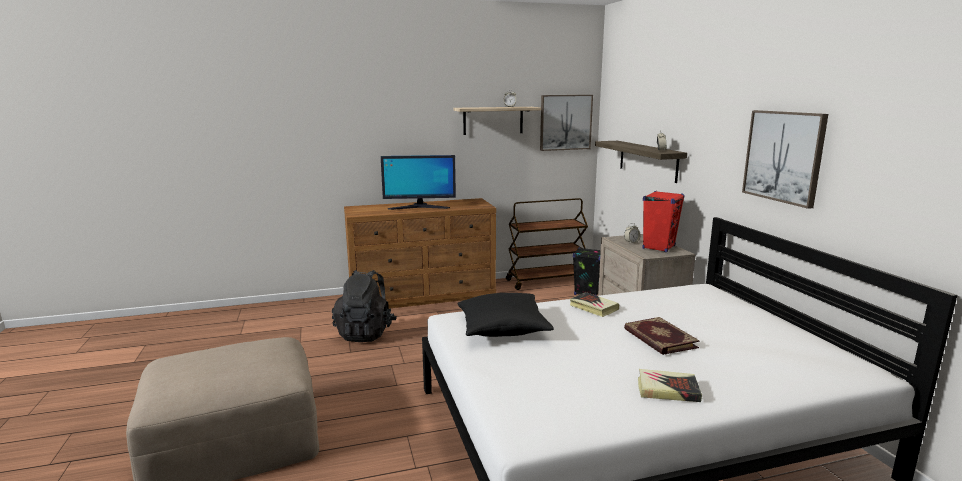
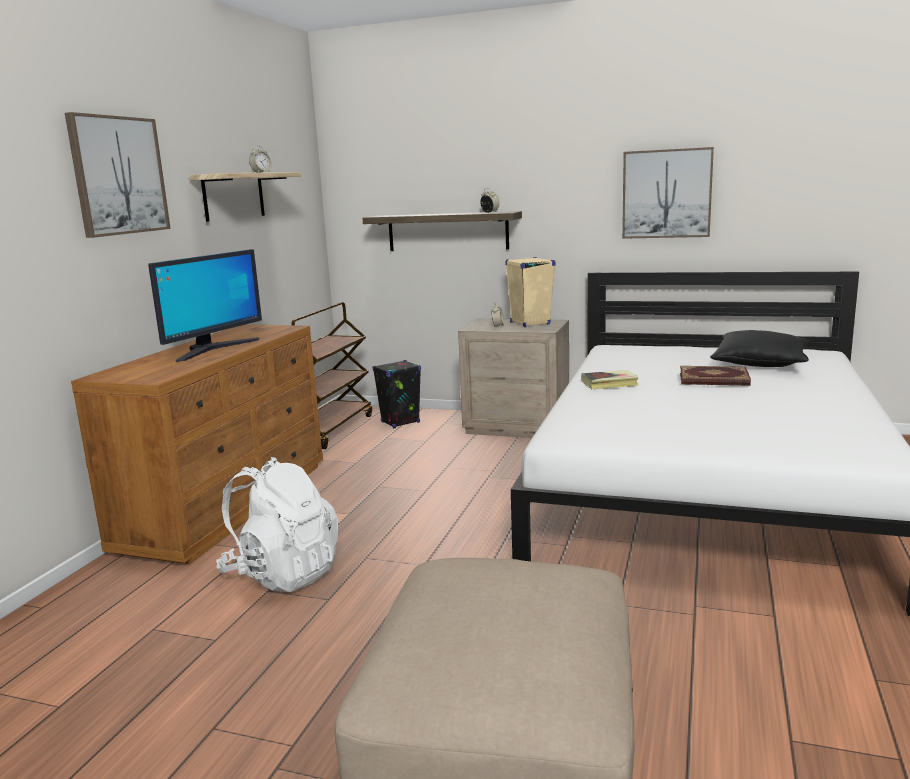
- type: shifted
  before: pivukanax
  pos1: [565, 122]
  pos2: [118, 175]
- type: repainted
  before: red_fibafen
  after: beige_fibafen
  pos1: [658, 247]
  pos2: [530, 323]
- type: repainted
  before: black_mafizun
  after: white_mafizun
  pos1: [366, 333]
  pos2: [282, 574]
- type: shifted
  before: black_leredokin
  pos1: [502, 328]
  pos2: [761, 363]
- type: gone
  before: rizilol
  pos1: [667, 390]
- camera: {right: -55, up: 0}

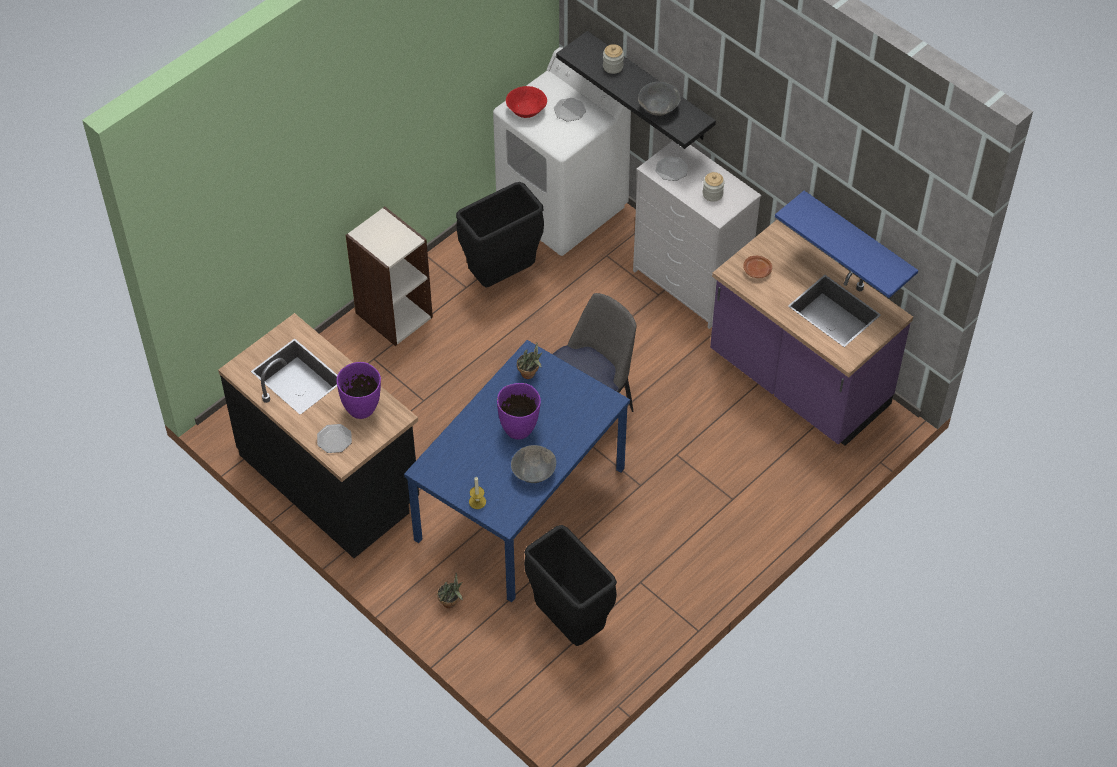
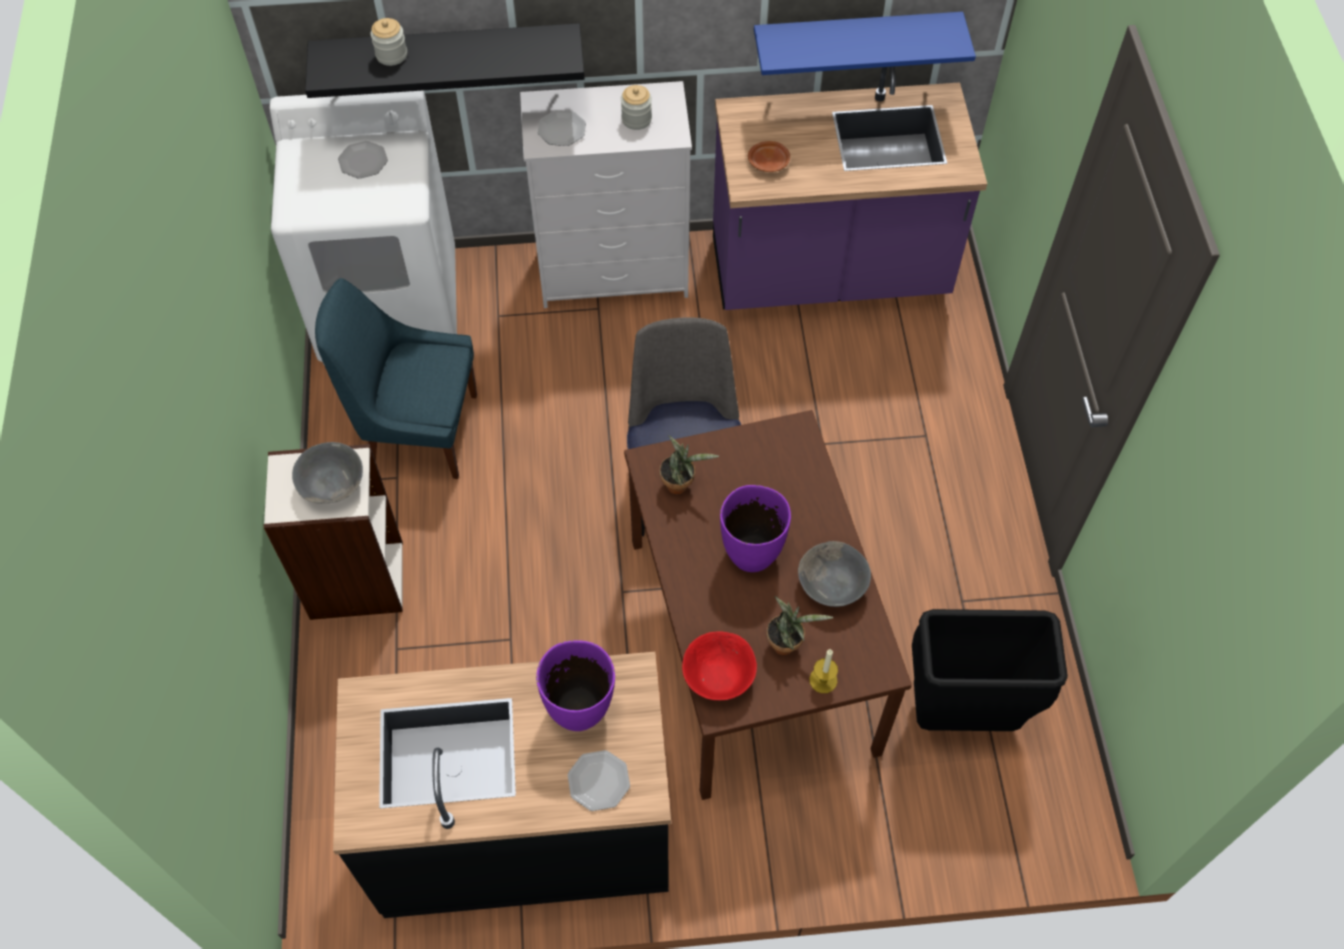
- type: shifted
  before: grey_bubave
  pos1: [658, 107]
  pos2: [331, 484]
- type: shifted
  before: red_bubave
  pos1: [526, 110]
  pos2: [719, 676]
- type: swapped
  before: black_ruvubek
  after: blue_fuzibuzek
  pos1: [501, 275]
  pos2: [418, 431]
- type: repainted
  before: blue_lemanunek
  after: brown_lemanunek
  pos1: [520, 502]
  pos2: [749, 643]
- type: shifted
  before: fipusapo
  pos1: [451, 603]
  pos2: [787, 643]
- camera: {right: -50, up: 5}

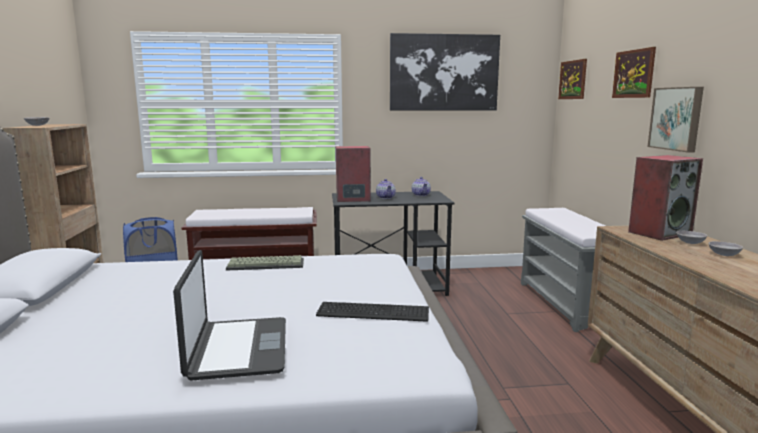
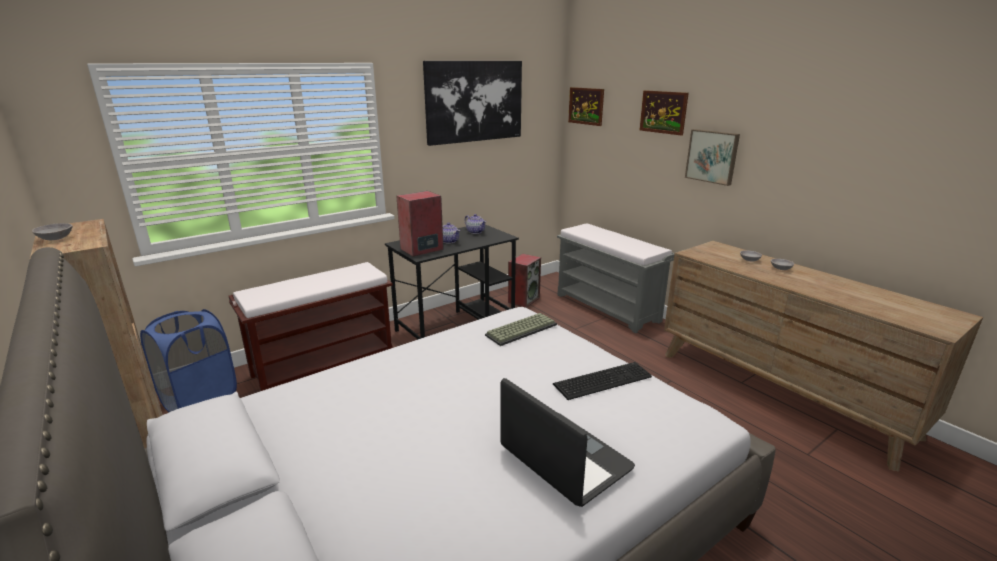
- type: shifted
  before: fibafen
  pos1: [659, 233]
  pos2: [523, 300]
- type: shifted
  before: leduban
  pos1: [267, 264]
  pos2: [521, 329]
- camera: {right: -30, up: 10}

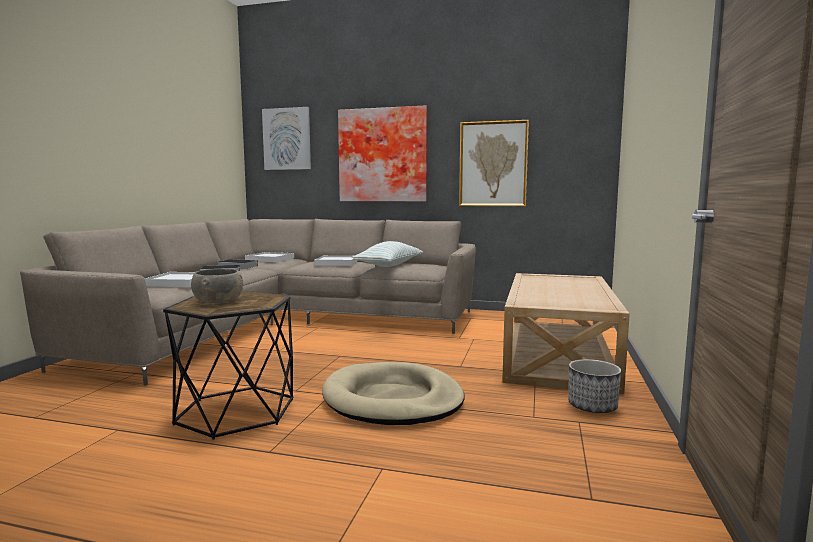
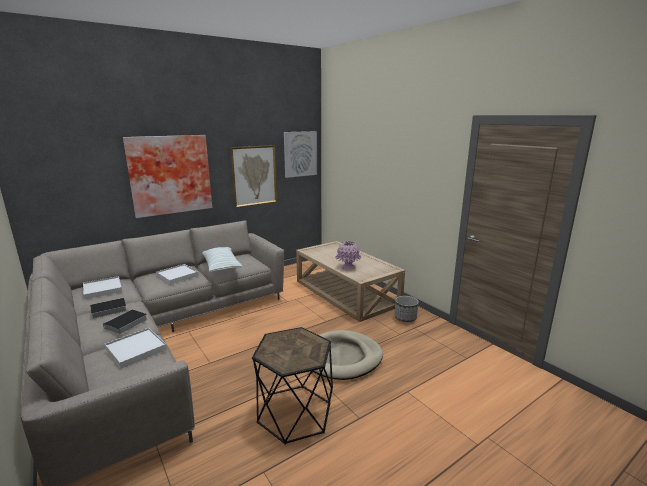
- type: shifted
  before: pivukanax
  pos1: [287, 139]
  pos2: [300, 154]
- type: gone
  before: grey_bubave
  pos1: [218, 301]
- type: new
  after: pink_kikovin
  pos2: [348, 267]
- camera: {right: -50, up: 10}

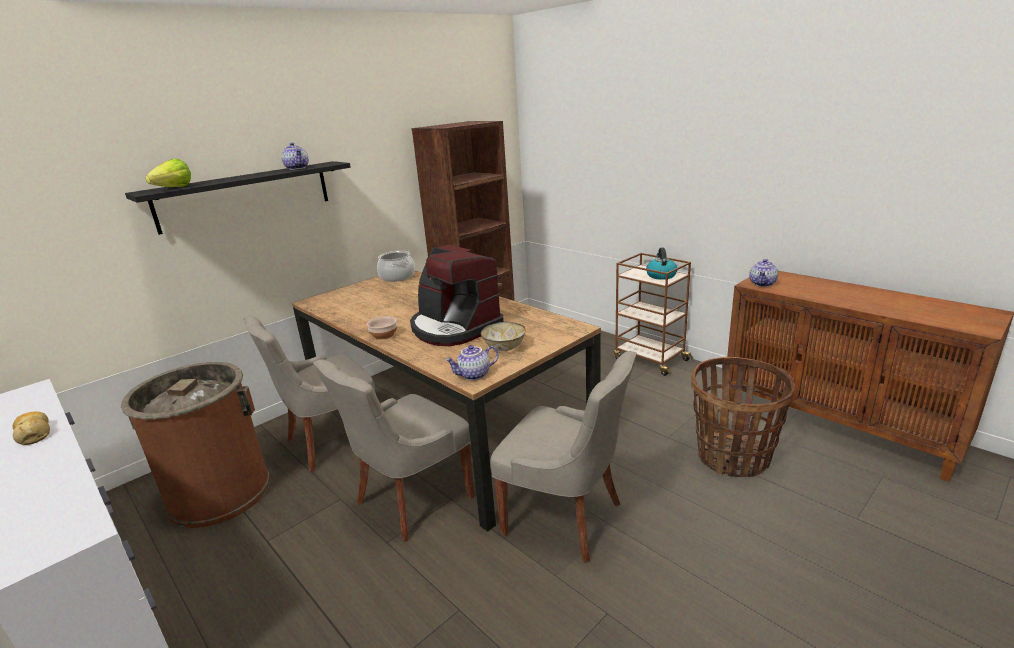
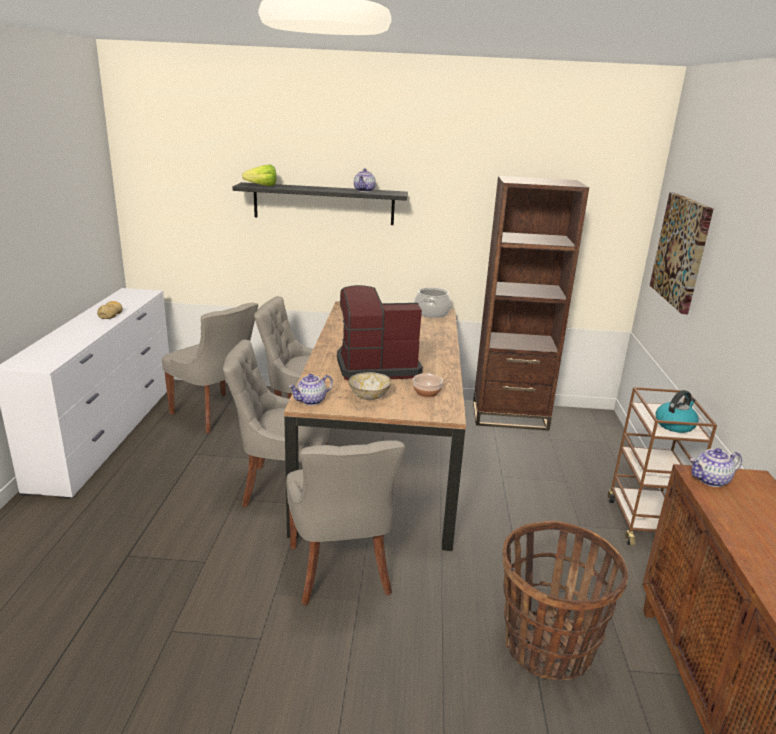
- type: rotated
  before: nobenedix
  pos1: [454, 328]
  pos2: [375, 366]
  turn: 75
- type: shifted
  before: bubave
  pos1: [384, 335]
  pos2: [426, 393]
- type: rotated
  before: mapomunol
  pos1: [474, 375]
  pos2: [311, 401]
  turn: -60
- type: swapped
  before: brown_ruvubek
  after: grey_fuzibuzek
  pos1: [220, 493]
  pos2: [216, 414]
- type: new
  after: pivukanax
  pos2: [681, 251]
- camera: {right: 45, up: 0}

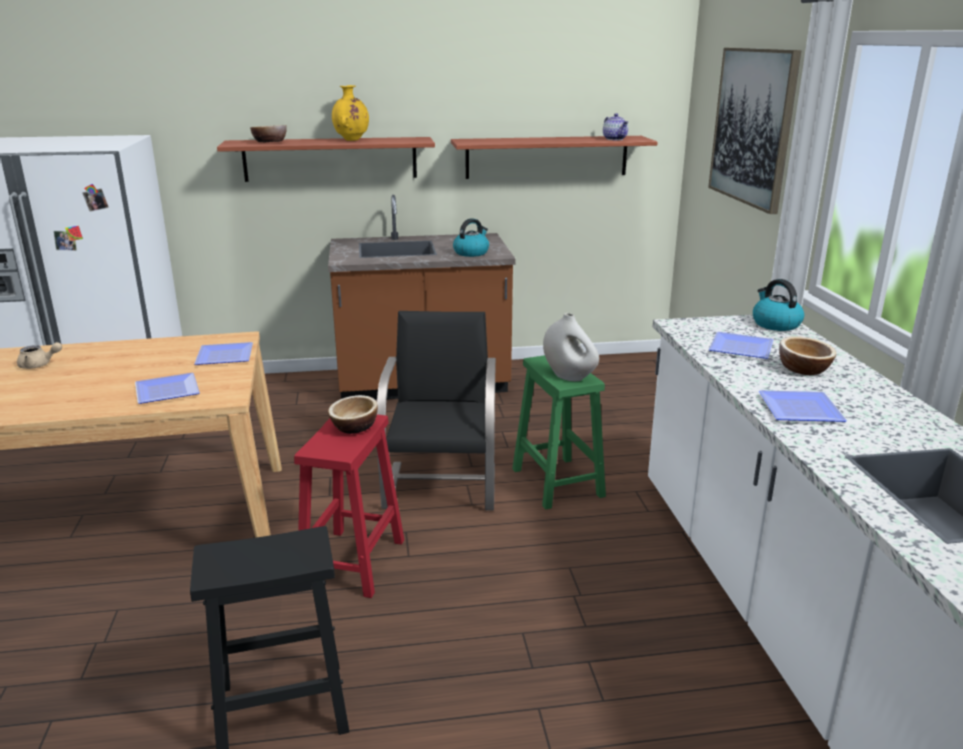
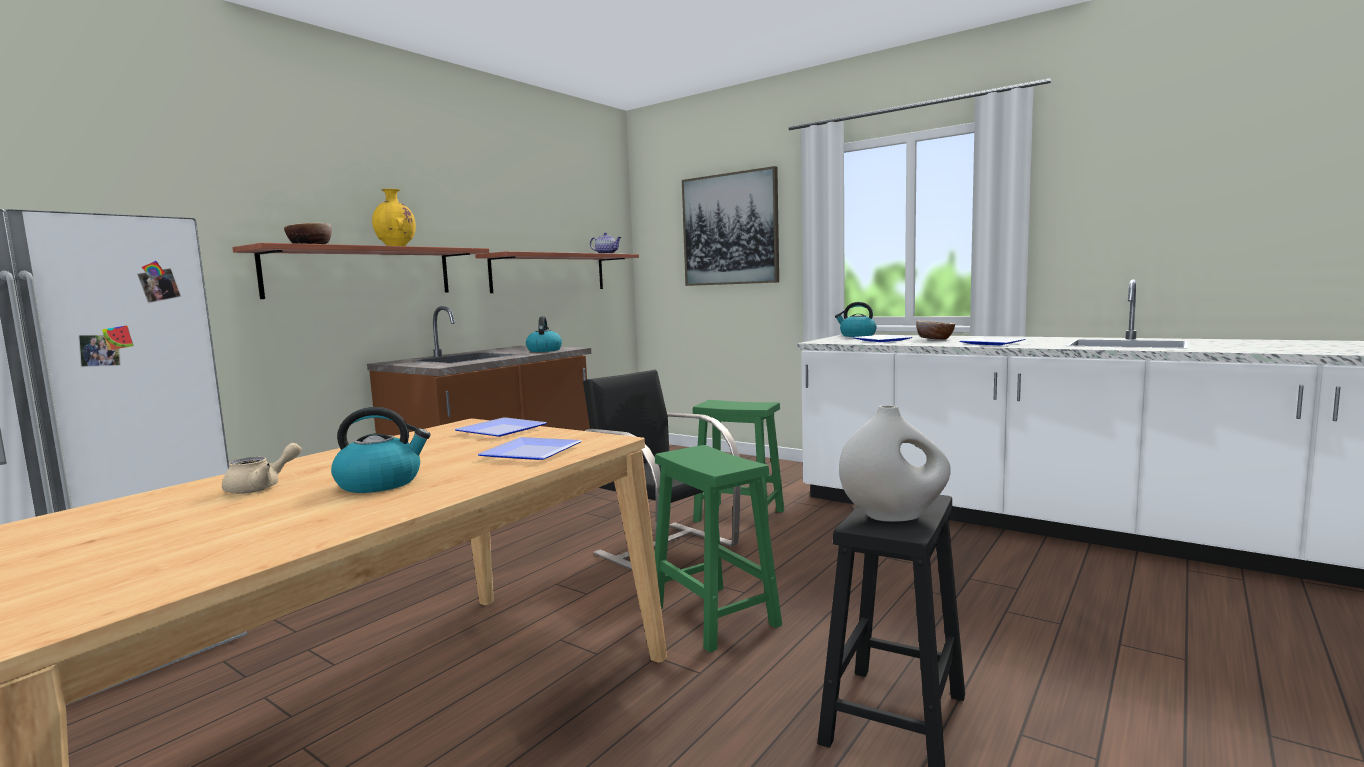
- type: shifted
  before: white_kikovin
  pos1: [569, 376]
  pos2: [894, 516]
- type: gone
  before: bubave
  pos1: [354, 427]
- type: repainted
  before: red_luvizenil
  after: green_luvizenil
  pos1: [353, 561]
  pos2: [712, 615]
- type: new
  after: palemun
  pos2: [381, 483]
- camera: {right: -45, up: -15}

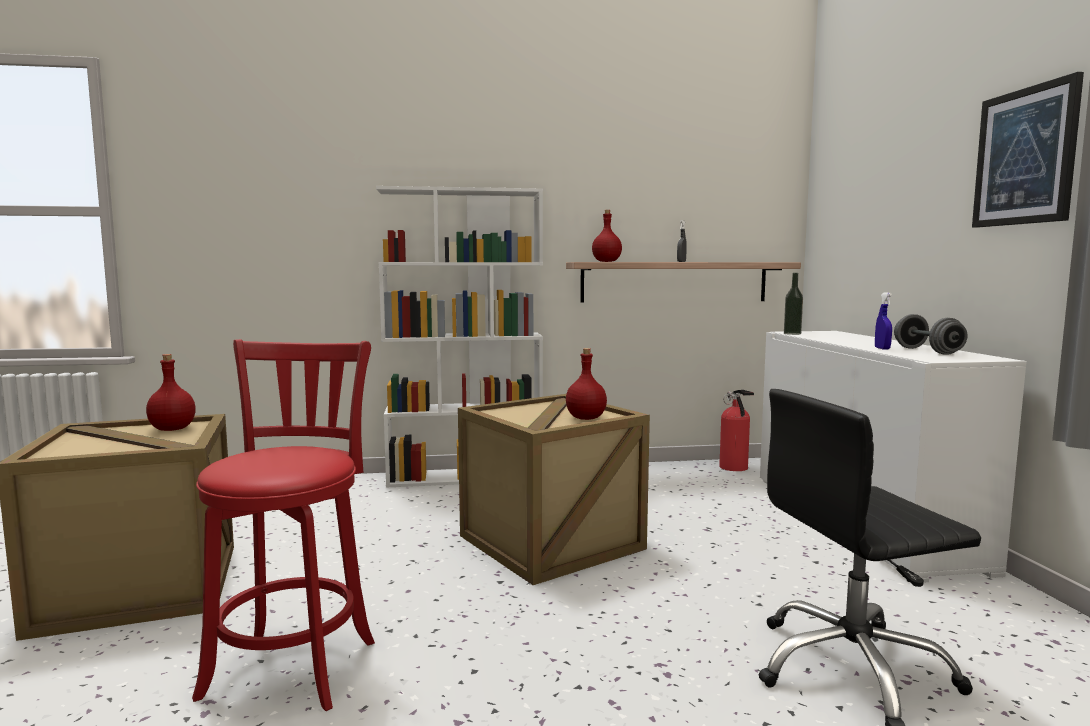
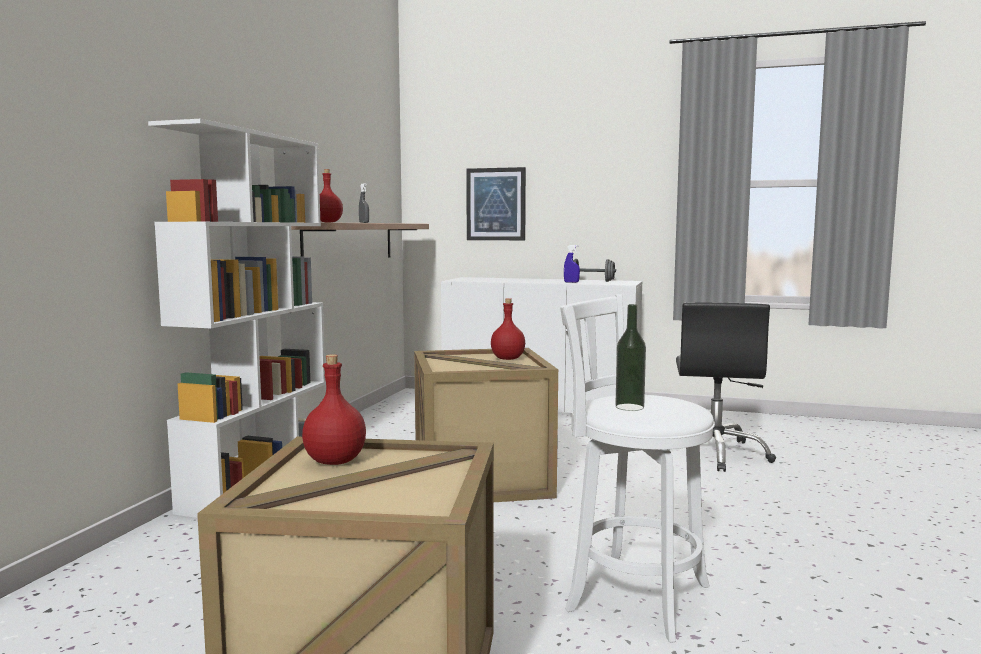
- type: shifted
  before: pivukanax
  pos1: [1025, 157]
  pos2: [496, 204]
- type: shifted
  before: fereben
  pos1: [792, 333]
  pos2: [629, 407]
- type: repainted
  before: red_luvizenil
  after: white_luvizenil
  pos1: [294, 663]
  pos2: [631, 595]
- type: gone
  before: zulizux
  pos1: [734, 468]
- camera: {right: -65, up: 0}

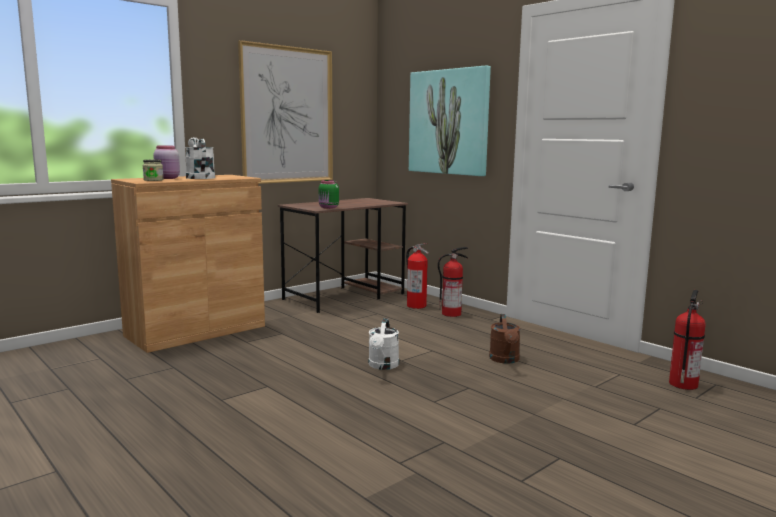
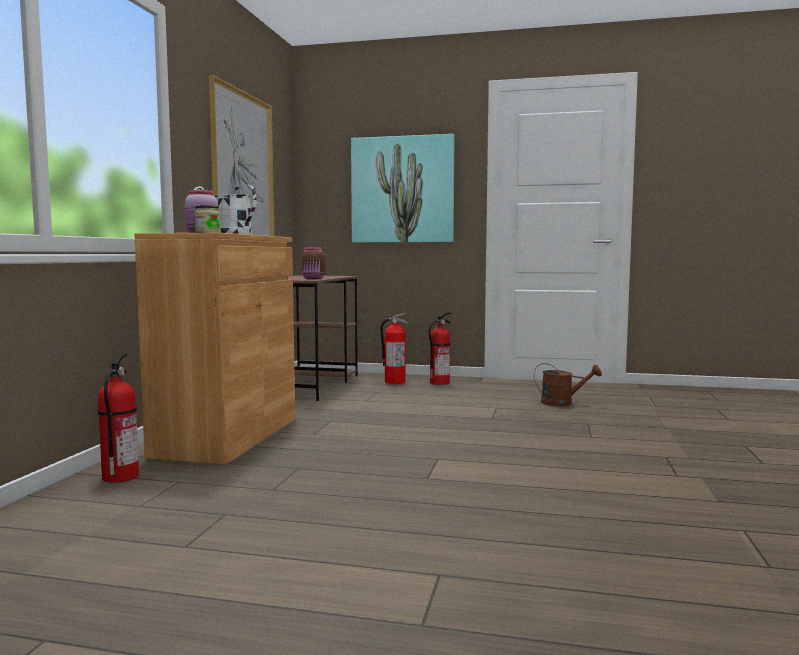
- type: repainted
  before: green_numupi
  after: brown_numupi
  pos1: [328, 207]
  pos2: [313, 279]
- type: shifted
  before: zulizux
  pos1: [683, 384]
  pos2: [120, 476]
- type: rotated
  before: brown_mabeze
  pos1: [505, 360]
  pos2: [562, 403]
  turn: -45
- type: gone
  before: white_mabeze
  pos1: [383, 366]
- camera: {right: -35, up: -5}

